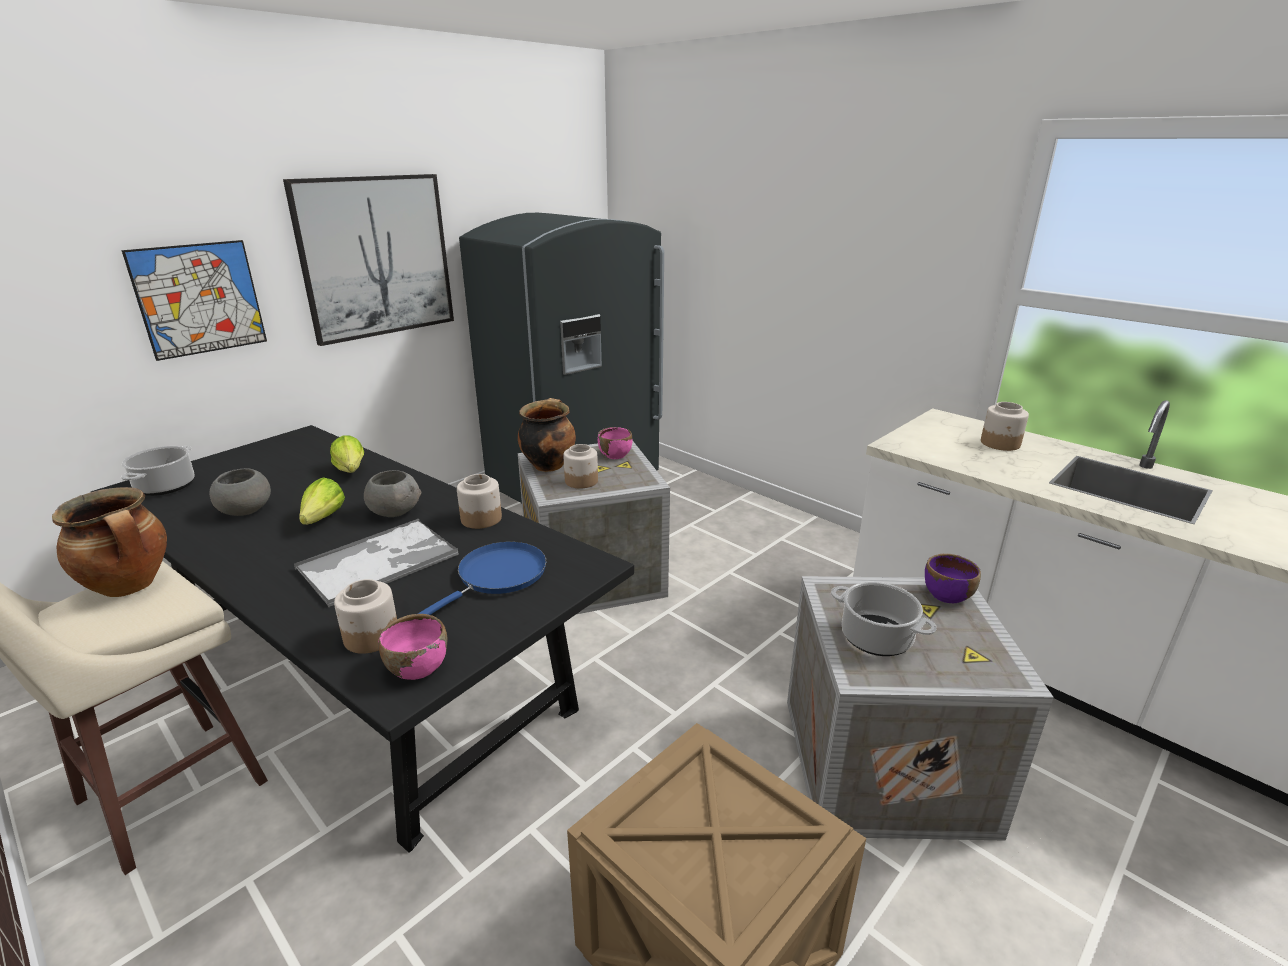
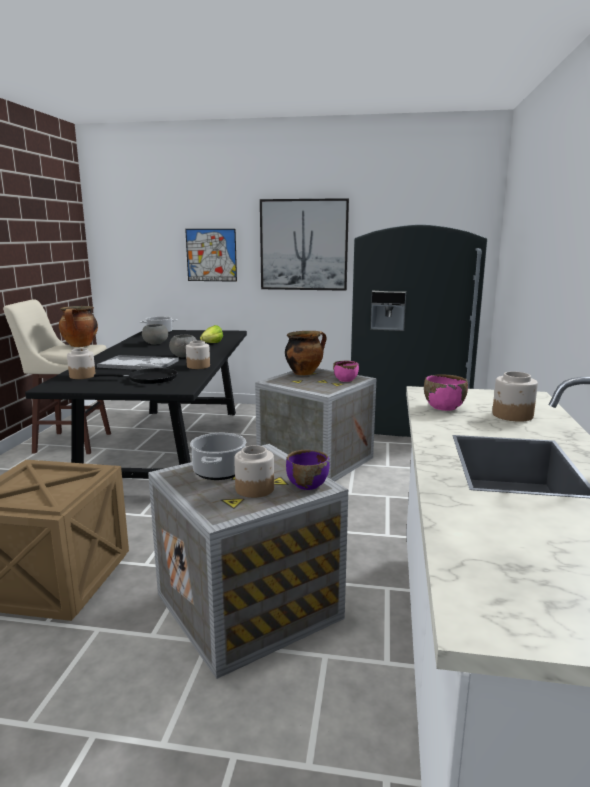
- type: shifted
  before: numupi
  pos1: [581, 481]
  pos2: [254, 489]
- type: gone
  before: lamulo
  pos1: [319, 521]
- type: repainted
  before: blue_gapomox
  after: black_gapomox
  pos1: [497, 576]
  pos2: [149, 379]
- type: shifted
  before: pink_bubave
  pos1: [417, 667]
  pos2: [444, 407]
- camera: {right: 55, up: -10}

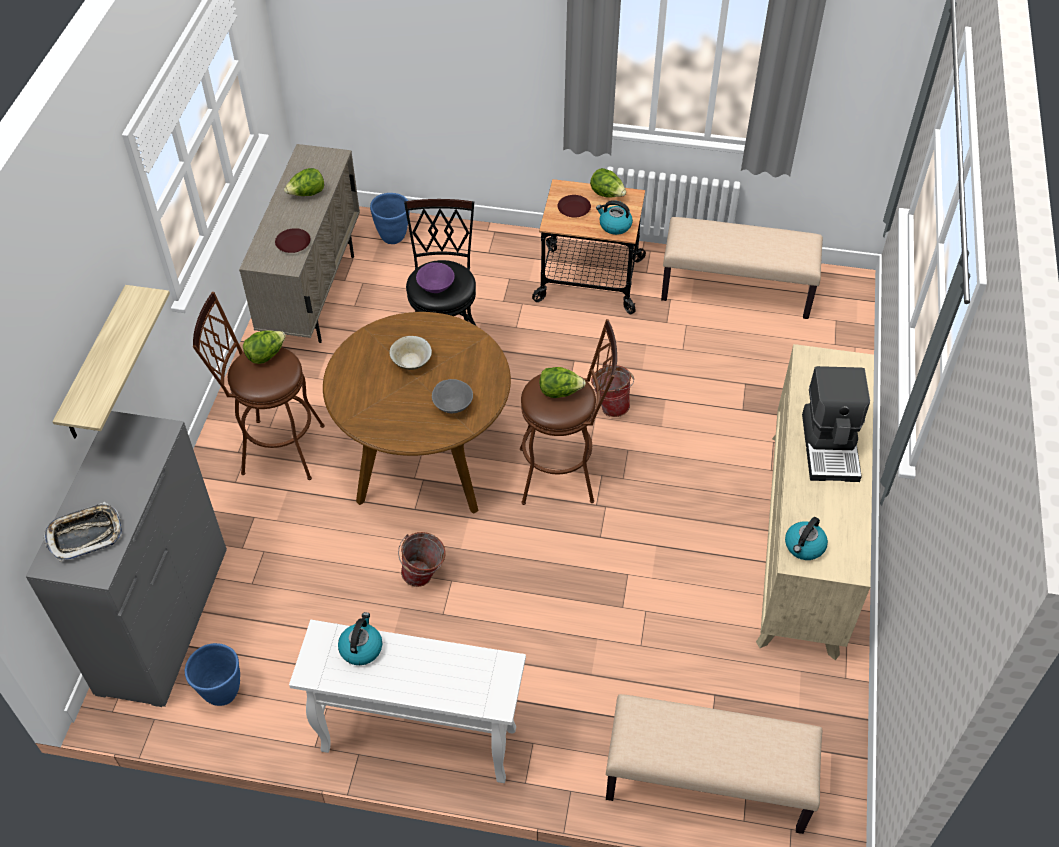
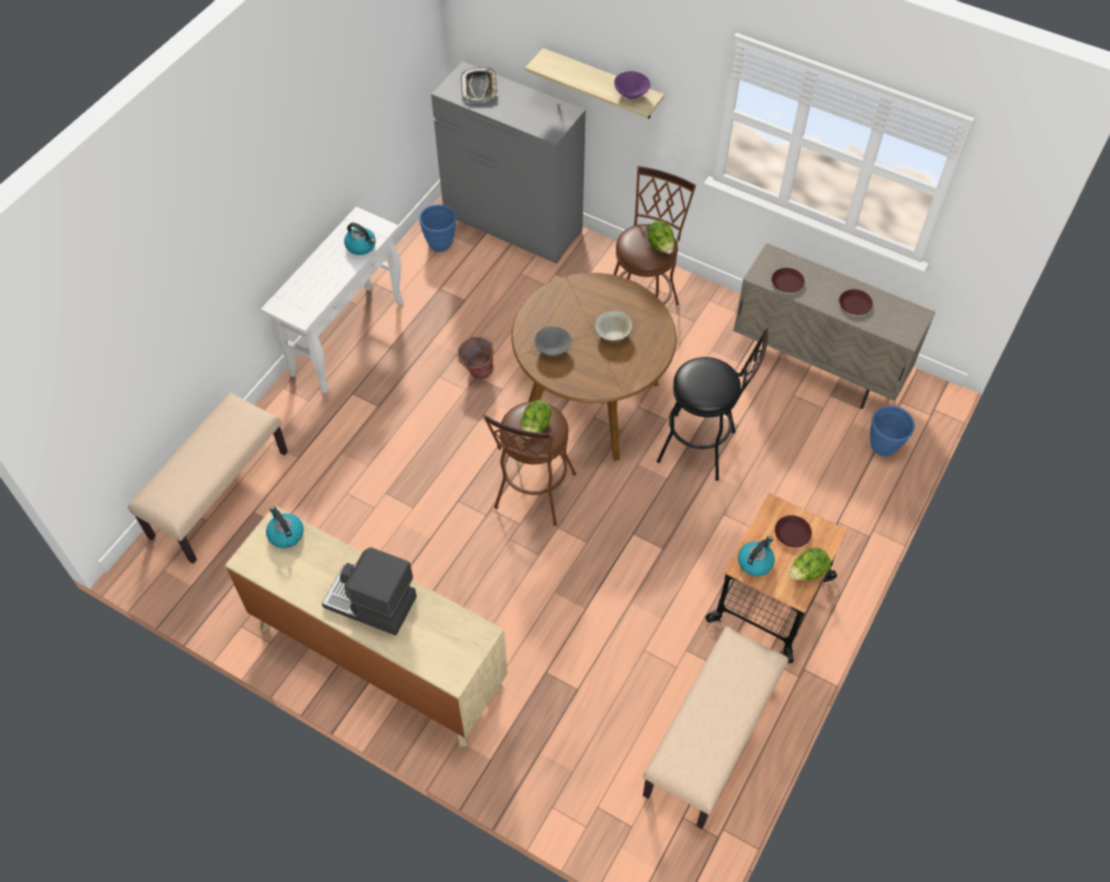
- type: swapped
  before: lamulo
  after: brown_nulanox
  pos1: [307, 194]
  pos2: [854, 305]
- type: shifted
  before: purple_bubave
  pos1: [436, 287]
  pos2: [631, 95]
- type: gone
  before: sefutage
  pos1: [611, 405]
- camera: {right: 110, up: 5}

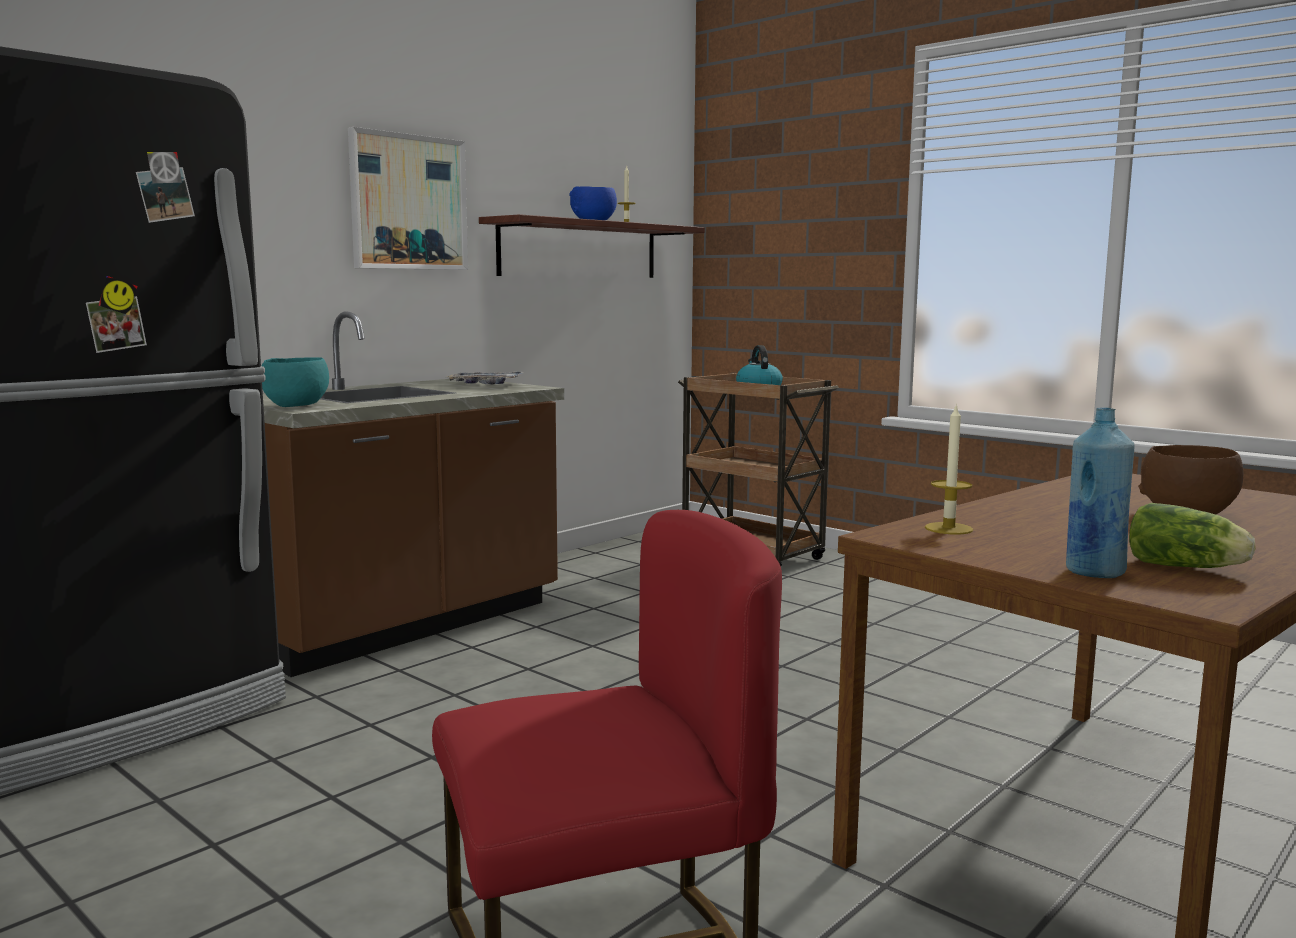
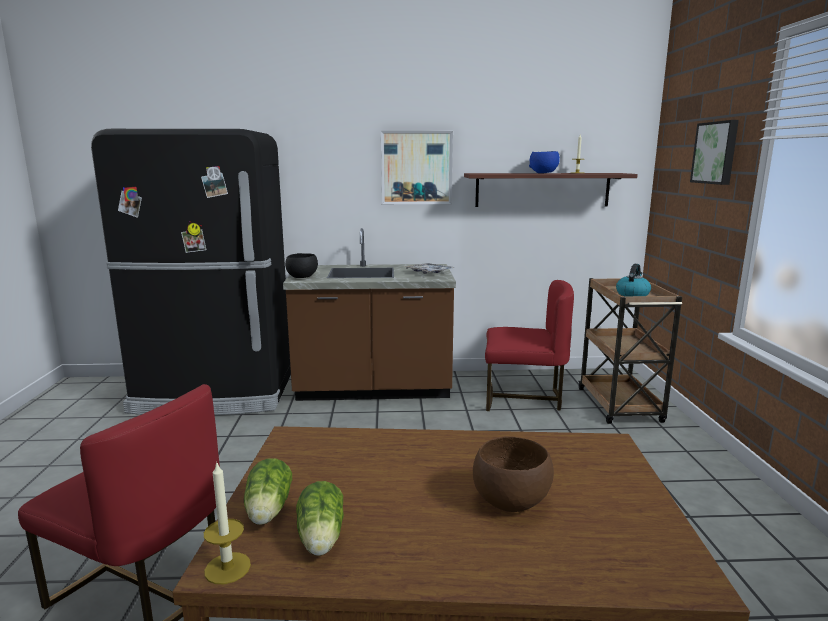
- type: repainted
  before: turquoise_bubave
  after: black_bubave
  pos1: [296, 406]
  pos2: [302, 277]
- type: shifted
  before: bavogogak
  pos1: [948, 528]
  pos2: [227, 568]
- type: swapped
  before: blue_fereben
  after: lamulo
  pos1: [1093, 572]
  pos2: [267, 511]
- type: new
  after: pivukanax
  pos2: [716, 153]
- type: new
  after: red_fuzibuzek
  pos2: [522, 398]
- camera: {right: 45, up: 5}

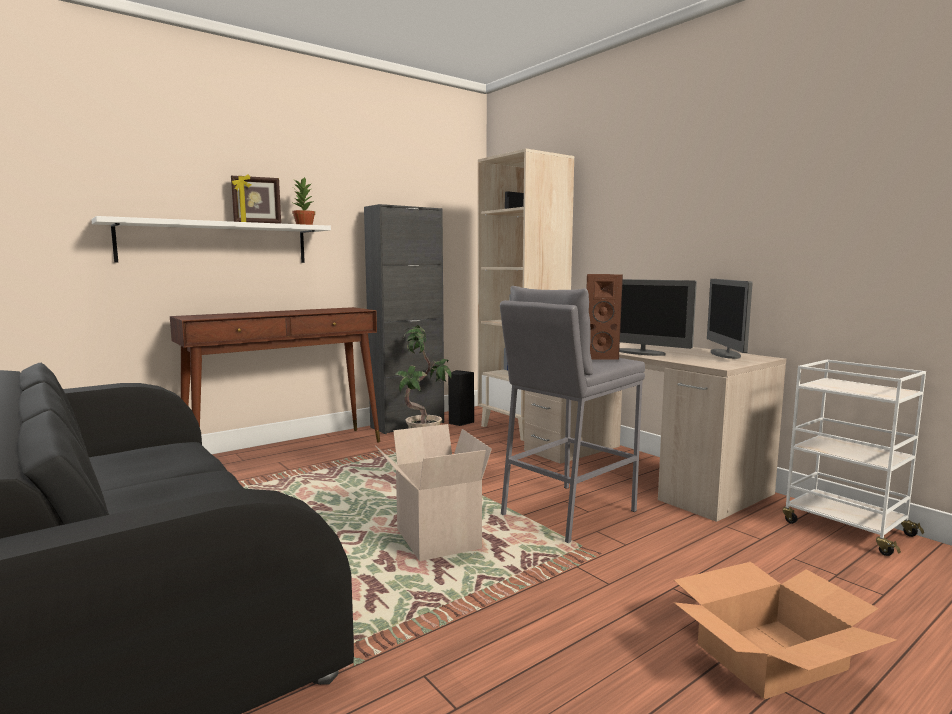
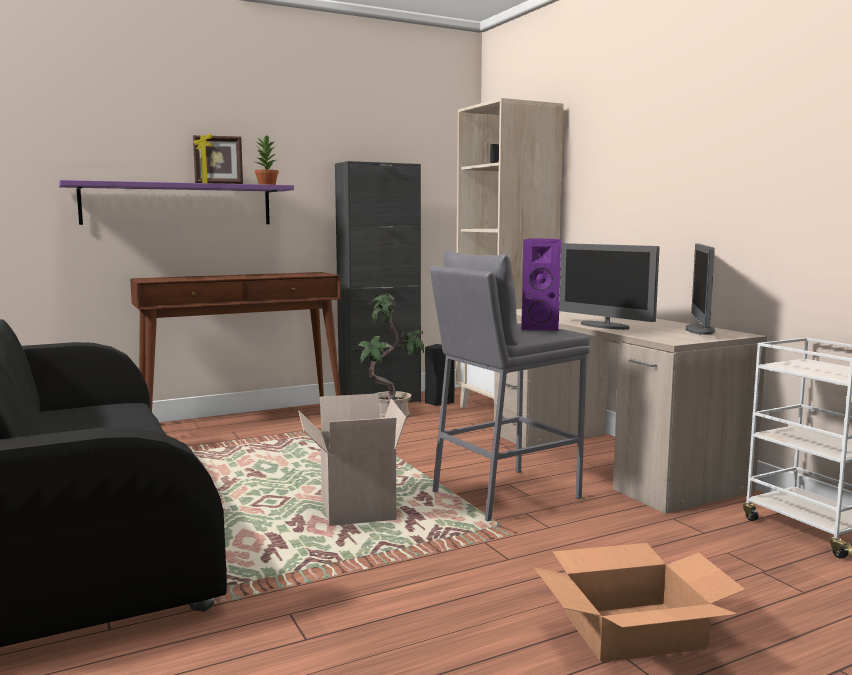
- type: repainted
  before: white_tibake
  after: purple_tibake
  pos1: [216, 243]
  pos2: [178, 204]
- type: repainted
  before: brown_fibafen
  after: purple_fibafen
  pos1: [599, 357]
  pos2: [540, 328]
- camera: {right: 10, up: 0}

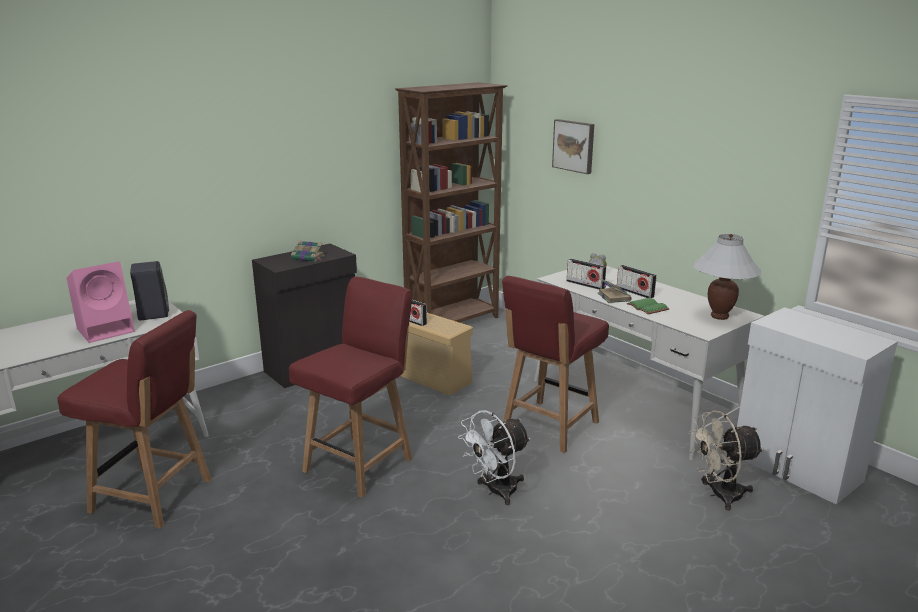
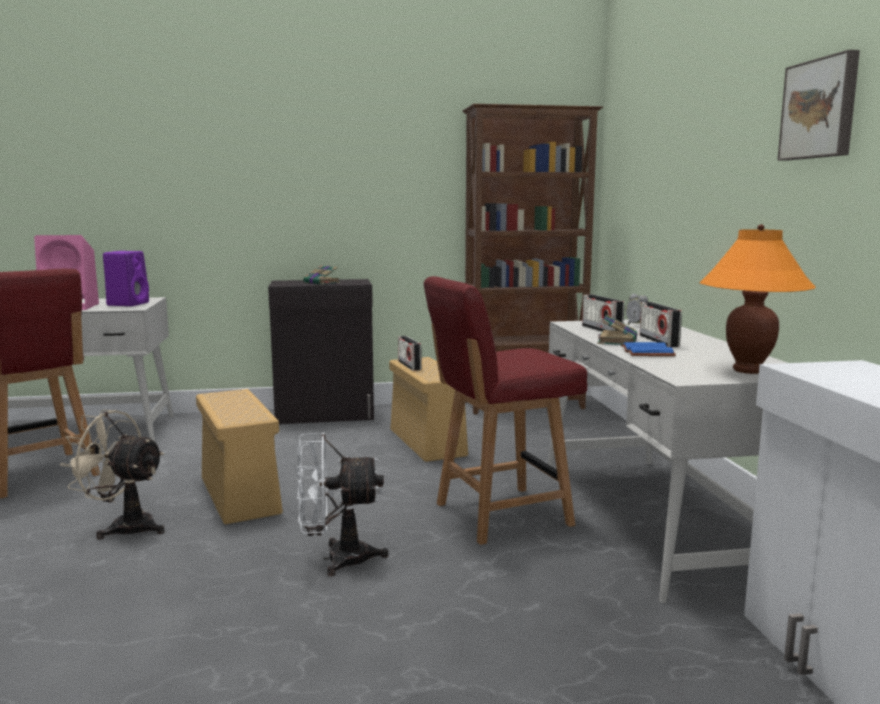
- type: shifted
  before: pivukanax
  pos1: [574, 146]
  pos2: [820, 109]
- type: repainted
  before: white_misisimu
  after: orange_misisimu
  pos1: [719, 316]
  pos2: [748, 370]
- type: repainted
  before: black_fibafen
  after: purple_fibafen
  pos1: [153, 313]
  pos2: [128, 304]
- type: swapped
  before: red_fuzibuzek
  after: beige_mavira
  pos1: [360, 464]
  pos2: [240, 496]
- type: repainted
  before: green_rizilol
  after: blue_rizilol
  pos1: [646, 307]
  pos2: [645, 352]
- type: shifted
  before: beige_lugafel
  pos1: [719, 495]
  pos2: [124, 526]
- camera: {right: 30, up: -10}

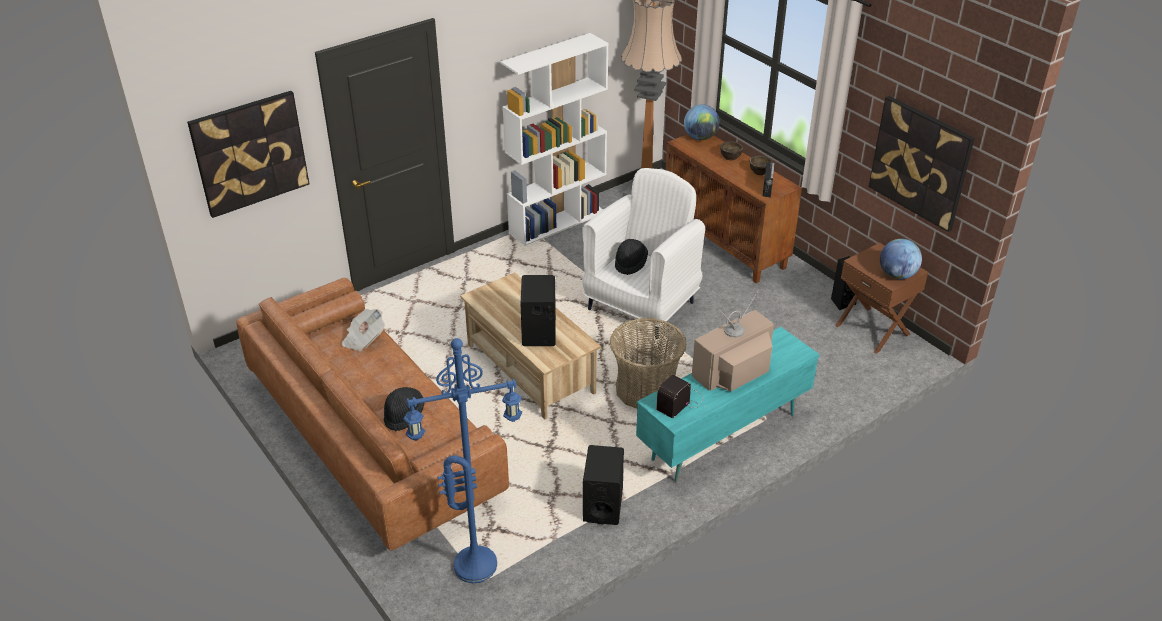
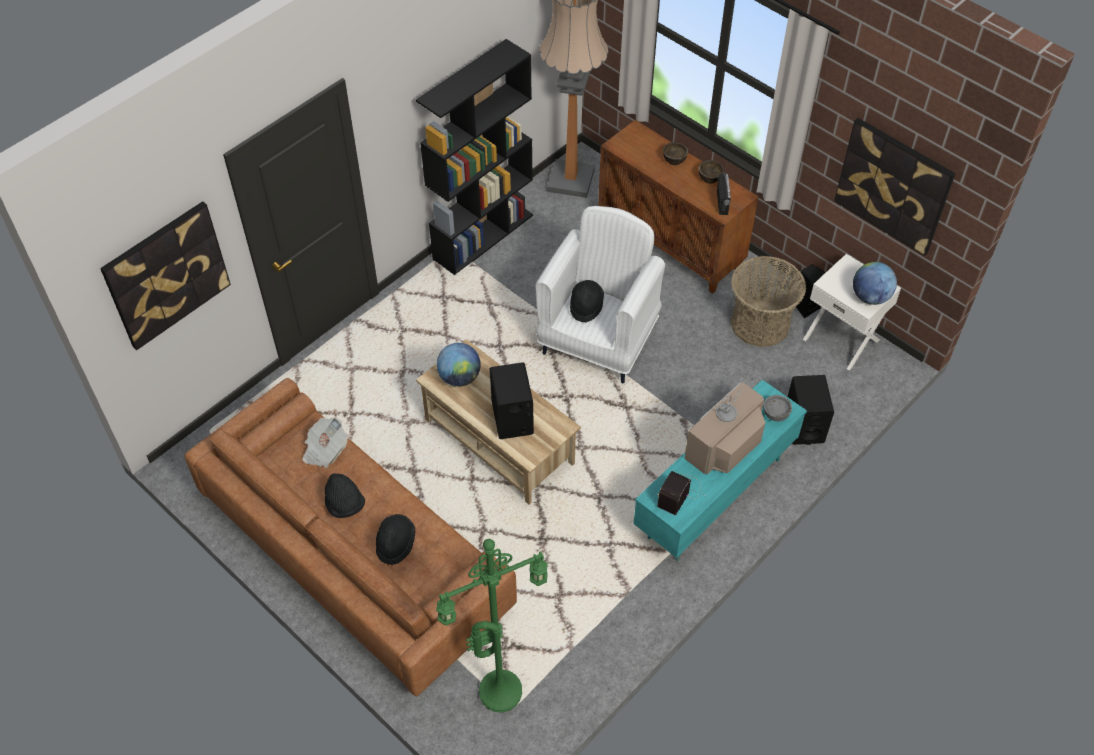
- type: repainted
  before: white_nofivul
  after: black_nofivul
  pos1: [557, 222]
  pos2: [483, 236]
- type: shifted
  before: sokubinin
  pos1: [700, 137]
  pos2: [459, 377]
- type: repainted
  before: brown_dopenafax
  after: white_dopenafax
  pos1: [873, 329]
  pos2: [842, 339]
- type: shifted
  before: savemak
  pos1: [645, 389]
  pos2: [760, 323]
- type: repainted
  before: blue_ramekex
  after: green_ramekex
  pos1: [477, 563]
  pos2: [501, 688]
- type: shifted
  before: black_fibafen
  pos1: [603, 505]
  pos2: [804, 425]
- type: new
  after: grey_bubave
  pos2: [775, 414]
- type: new
  after: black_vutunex
  pos2: [345, 504]
- camera: {right: -10, up: 15}

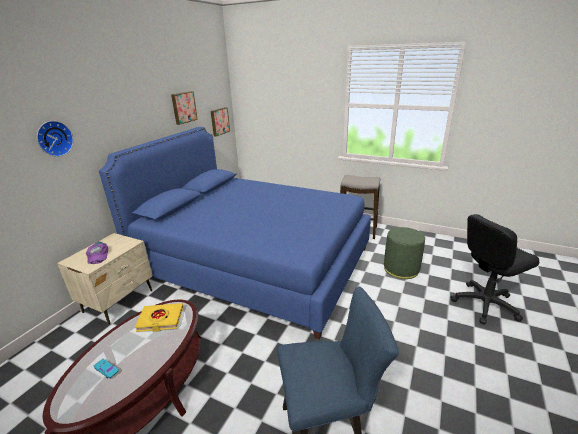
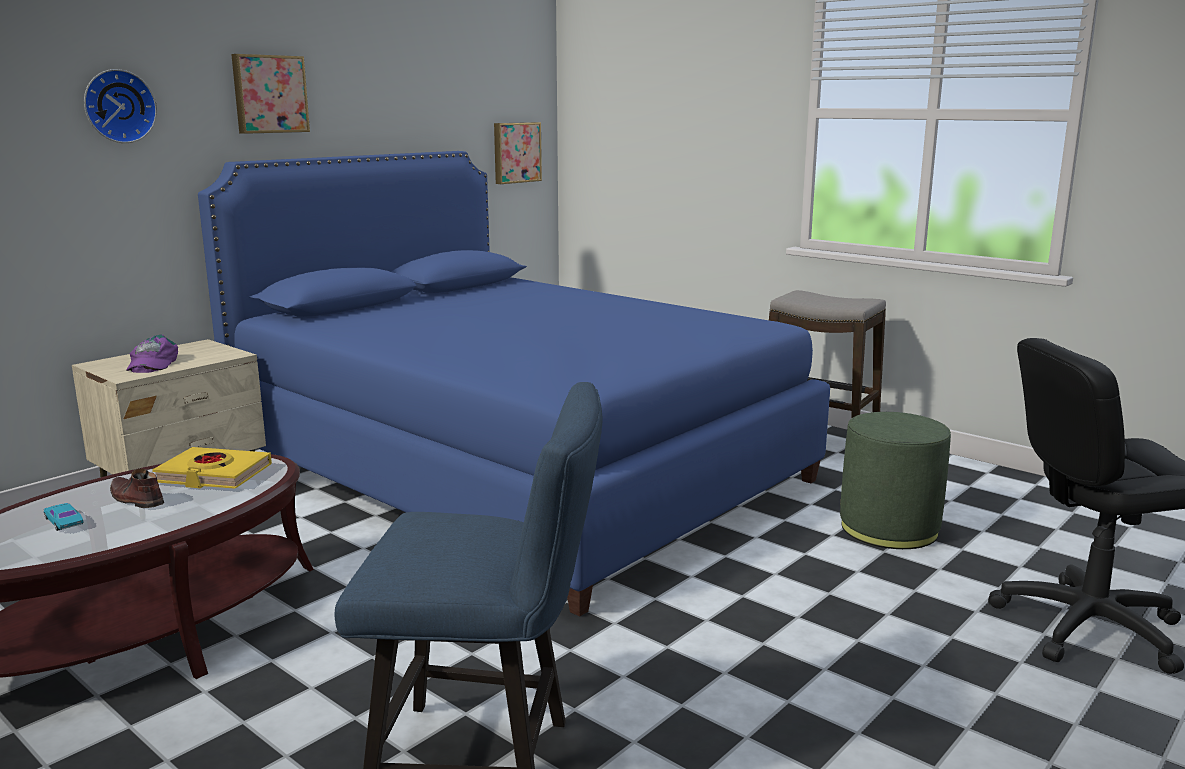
- type: shifted
  before: pivukanax
  pos1: [183, 107]
  pos2: [269, 94]
- type: new
  after: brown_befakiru
  pos2: [136, 499]
- camera: {right: 15, up: -10}

